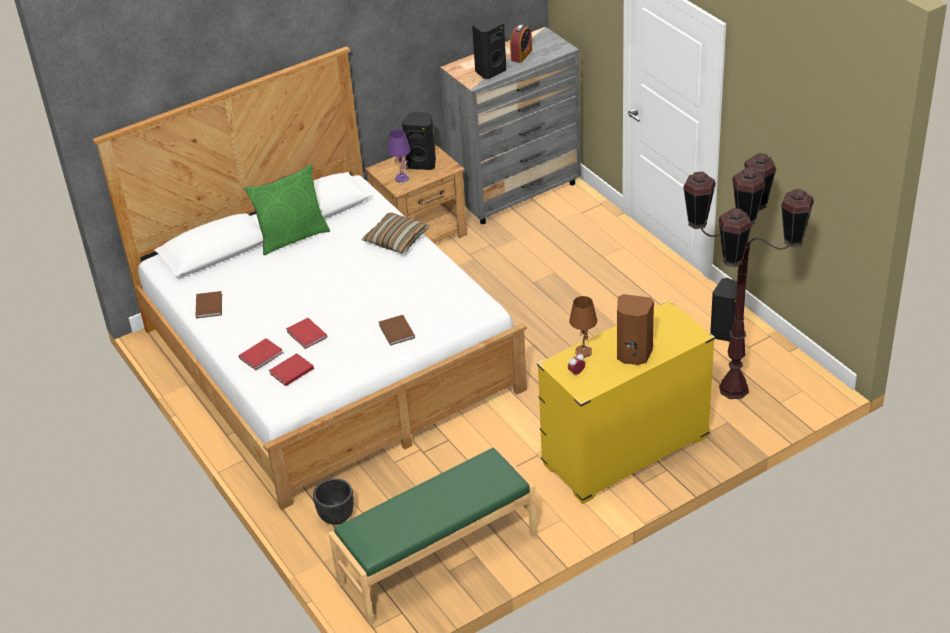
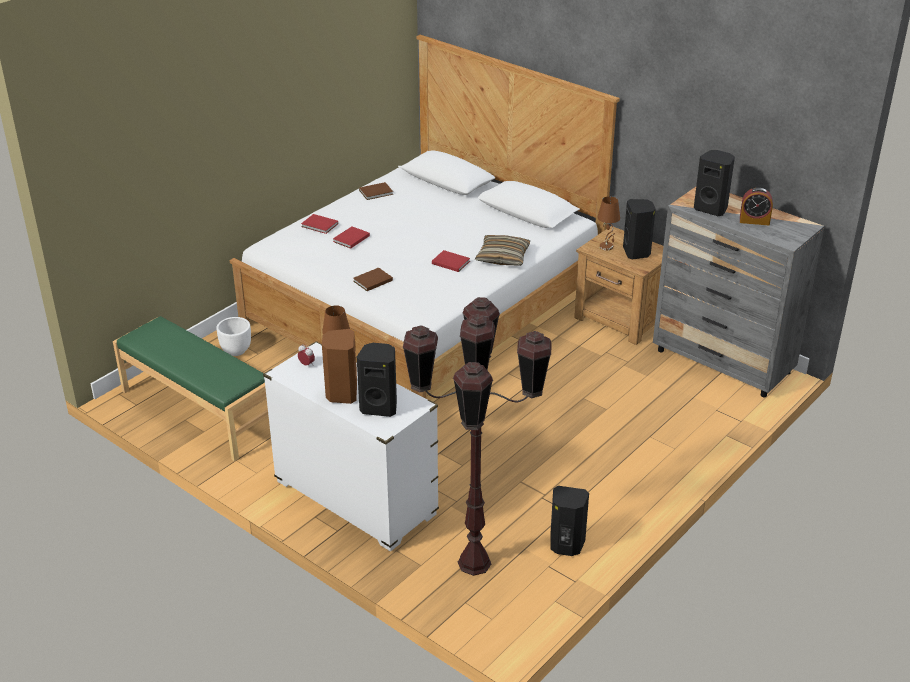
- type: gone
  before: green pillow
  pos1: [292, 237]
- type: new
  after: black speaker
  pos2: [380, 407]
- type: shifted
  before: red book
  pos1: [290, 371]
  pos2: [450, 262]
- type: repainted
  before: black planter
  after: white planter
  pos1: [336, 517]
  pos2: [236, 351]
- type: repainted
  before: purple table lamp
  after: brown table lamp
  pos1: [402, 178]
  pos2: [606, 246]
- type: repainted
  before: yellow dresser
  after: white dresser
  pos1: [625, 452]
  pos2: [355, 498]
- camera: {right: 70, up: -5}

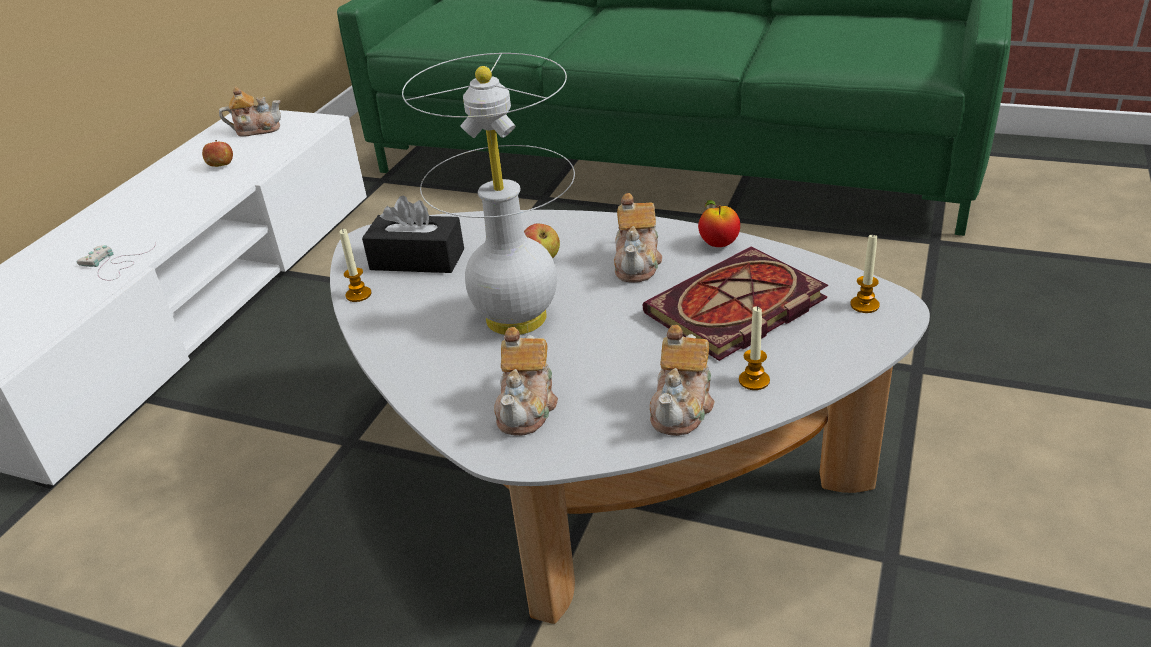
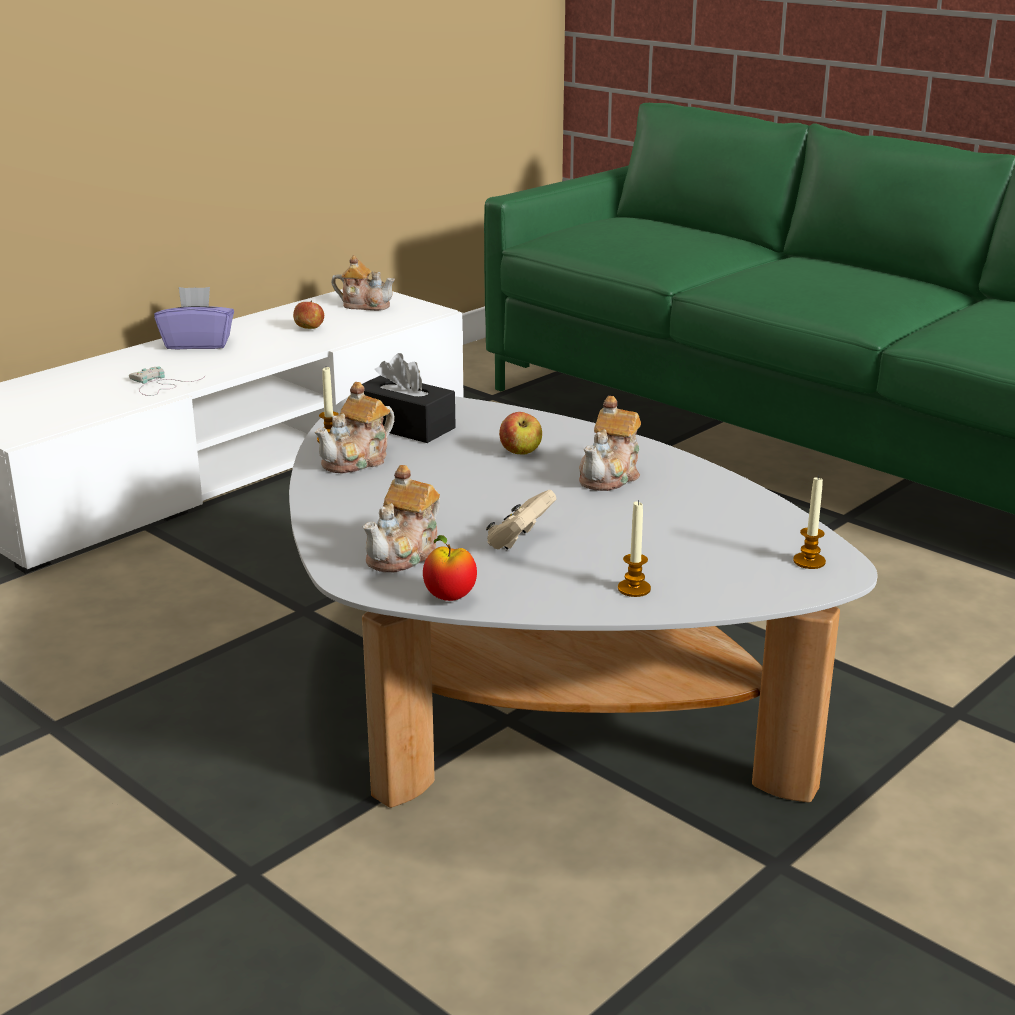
- type: gone
  before: white table lamp
  pos1: [515, 317]
- type: gone
  before: book
  pos1: [735, 310]
- type: new
  after: purple tissue box
  pos2: [198, 343]
- type: new
  after: beige game controller
  pos2: [519, 541]
- type: shifted
  before: teapot
  pos1: [682, 407]
  pos2: [358, 460]
- type: shifted
  before: apple
  pos1: [719, 244]
  pos2: [450, 597]
- camera: {right: 20, up: -10}

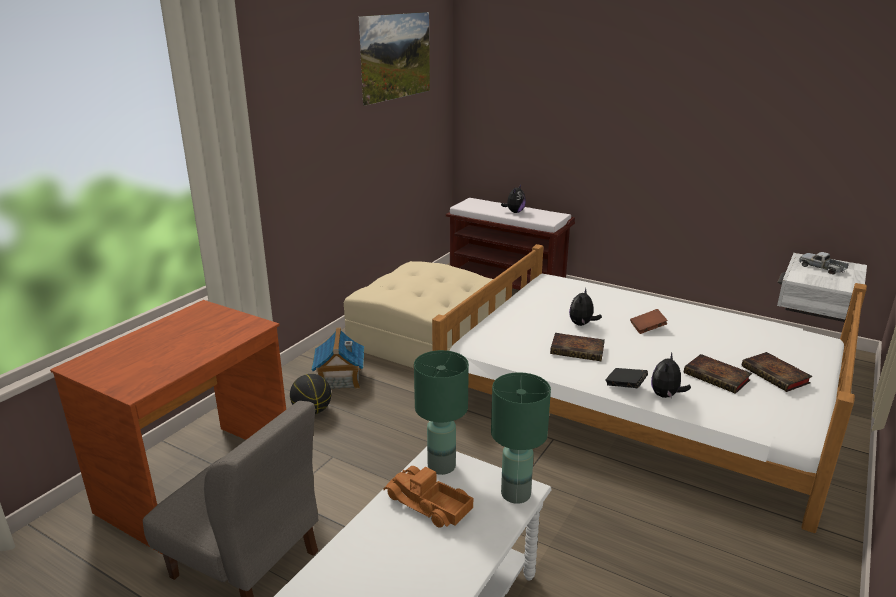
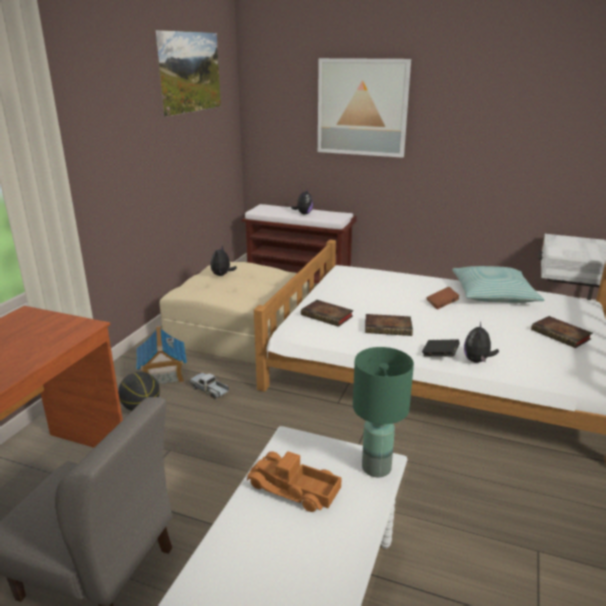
- type: gone
  before: green table lamp
  pos1: [440, 466]
- type: new
  after: picture
  pos2: [362, 107]
- type: new
  after: pillow
  pos2: [493, 294]
- type: shifted
  before: plush toy
  pos1: [582, 324]
  pos2: [222, 275]
- type: shifted
  before: book
  pos1: [718, 377]
  pos2: [328, 316]
- type: shifted
  before: toy truck
  pos1: [822, 268]
  pos2: [210, 390]
- camera: {right: -10, up: 0}

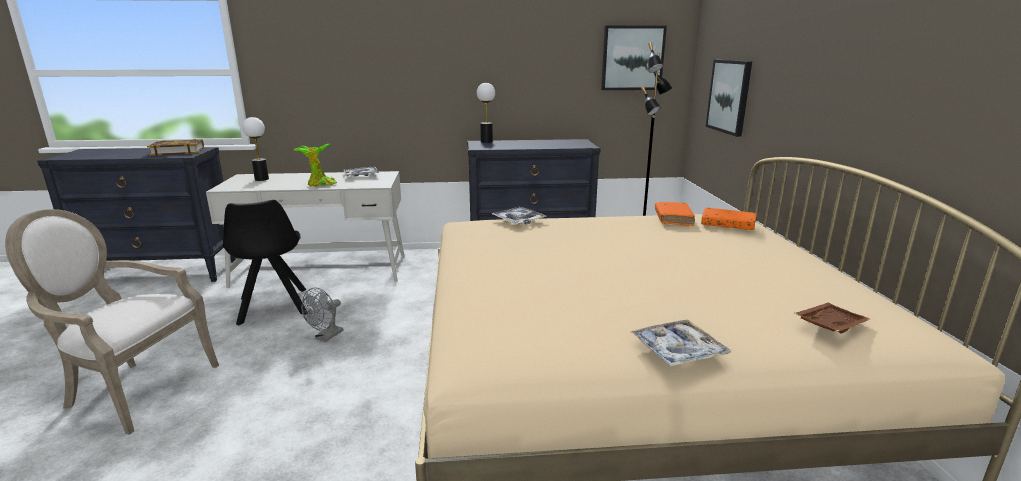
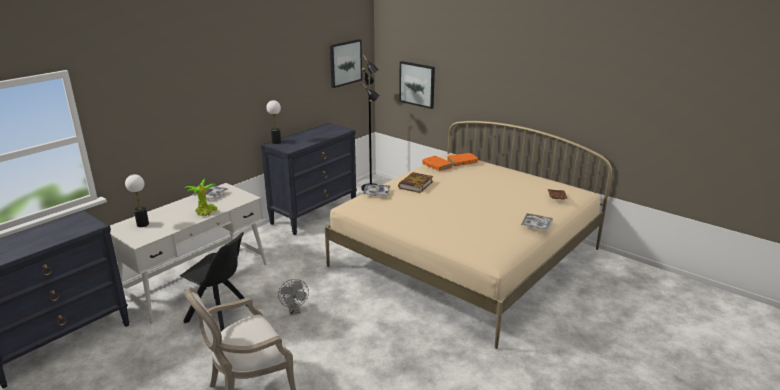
- type: shifted
  before: book
  pos1: [178, 151]
  pos2: [415, 185]
- camera: {right: -45, up: 5}

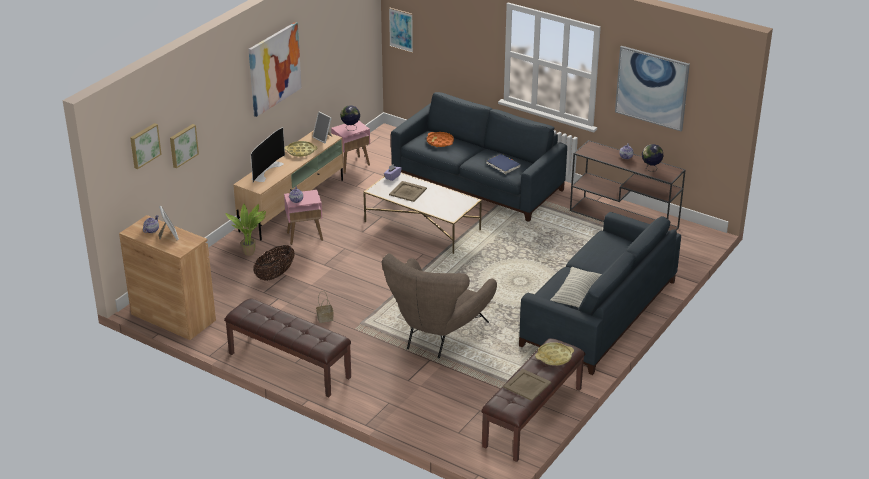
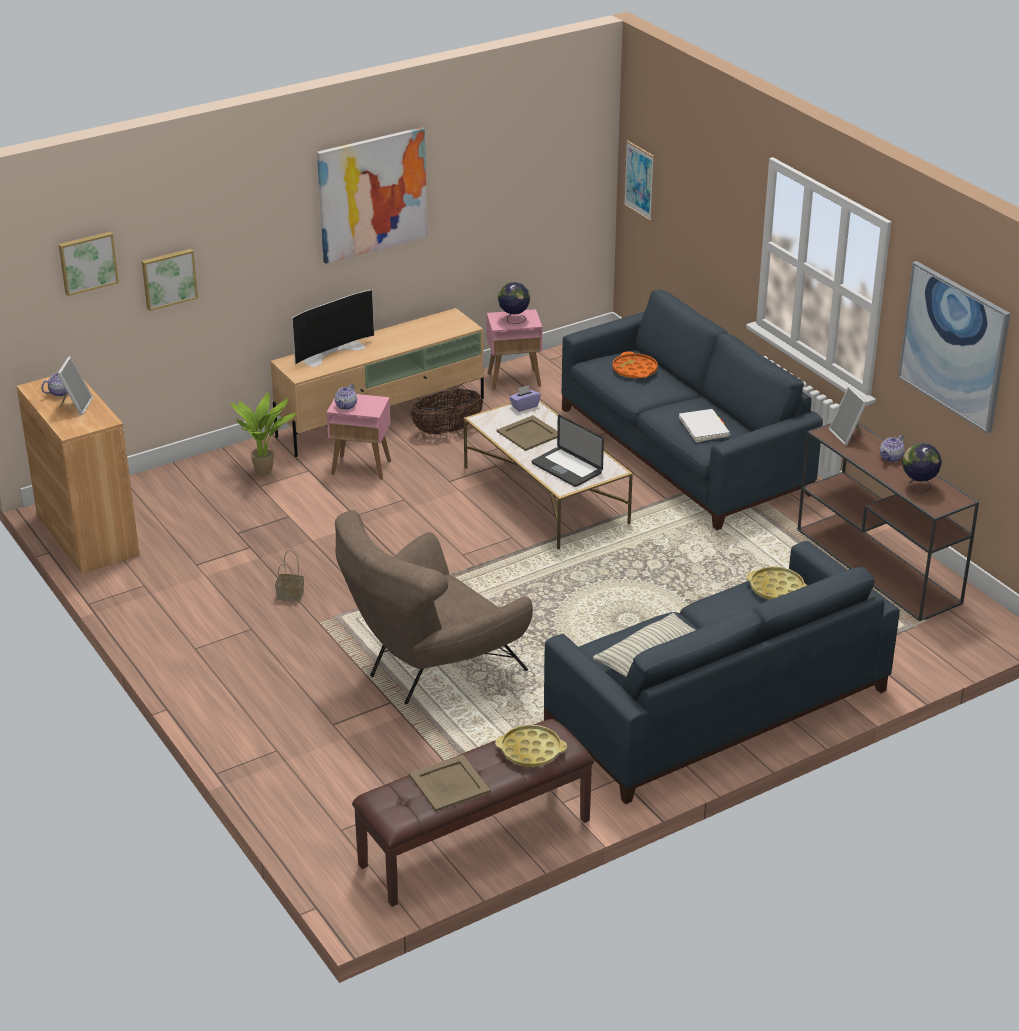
- type: gone
  before: brown bench
  pos1: [288, 365]
- type: new
  after: laptop
  pos2: [566, 468]
- type: shifted
  before: basket
  pos1: [275, 275]
  pos2: [447, 430]
- type: shifted
  before: yellow tray
  pos1: [301, 151]
  pos2: [776, 588]
- type: shifted
  before: picture frame
  pos1: [323, 138]
  pos2: [847, 435]
- type: repainted
  before: blue book
  after: white book
  pos1: [503, 165]
  pos2: [704, 428]
- camera: {right: 25, up: 0}

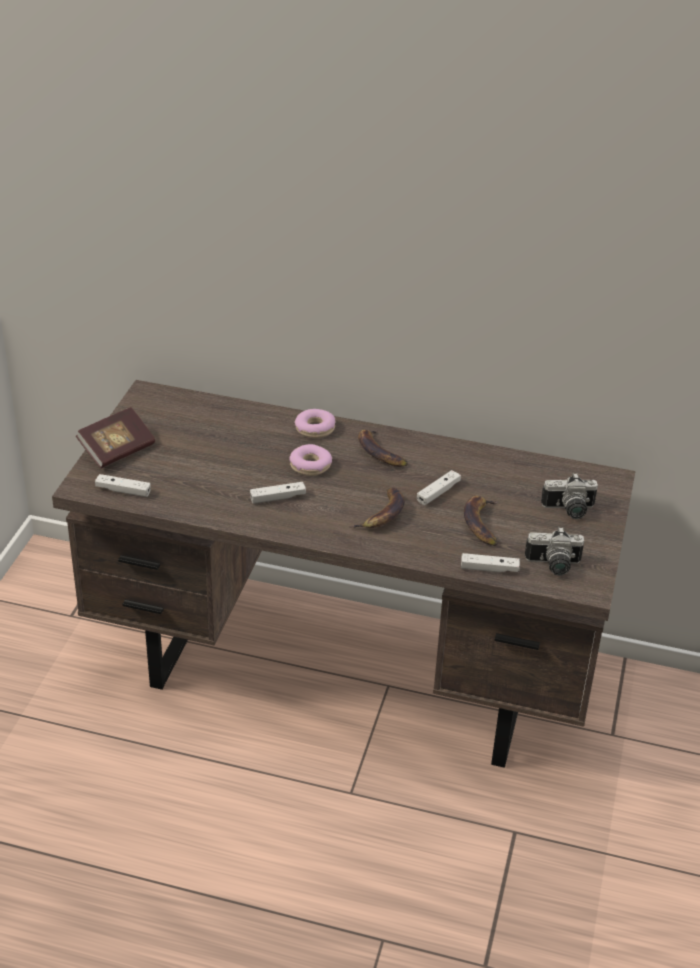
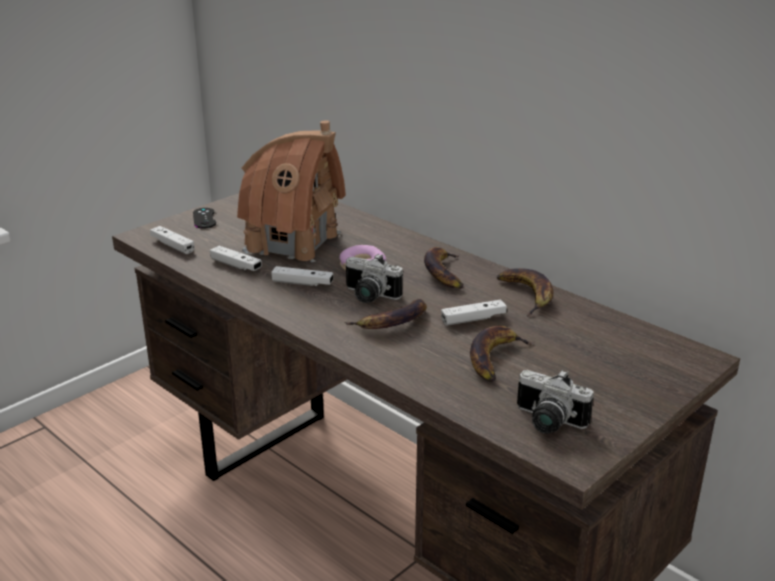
- type: gone
  before: donut
  pos1: [315, 429]
- type: new
  after: toy house
  pos2: [293, 242]
- type: new
  after: banana
  pos2: [527, 295]
- type: shifted
  before: white game controller
  pos1: [489, 569]
  pos2: [236, 265]
- type: shifted
  before: photo camera
  pos1: [569, 511]
  pos2: [368, 297]
- type: swapped
  before: book
  after: black game controller
  pos1: [117, 450]
  pos2: [204, 218]
- camera: {right: 30, up: -10}

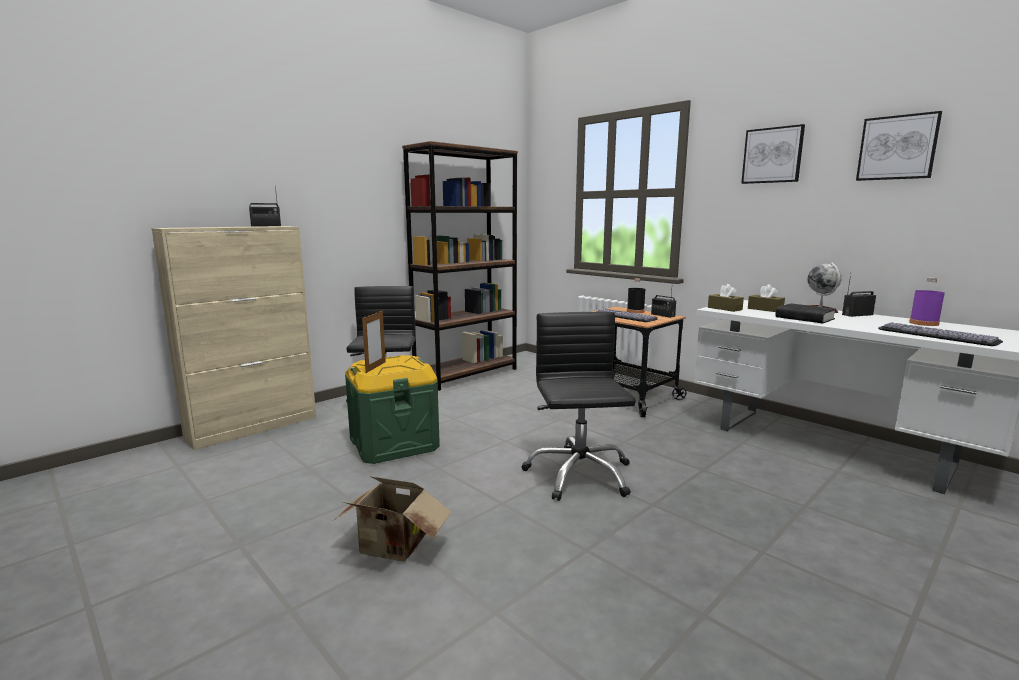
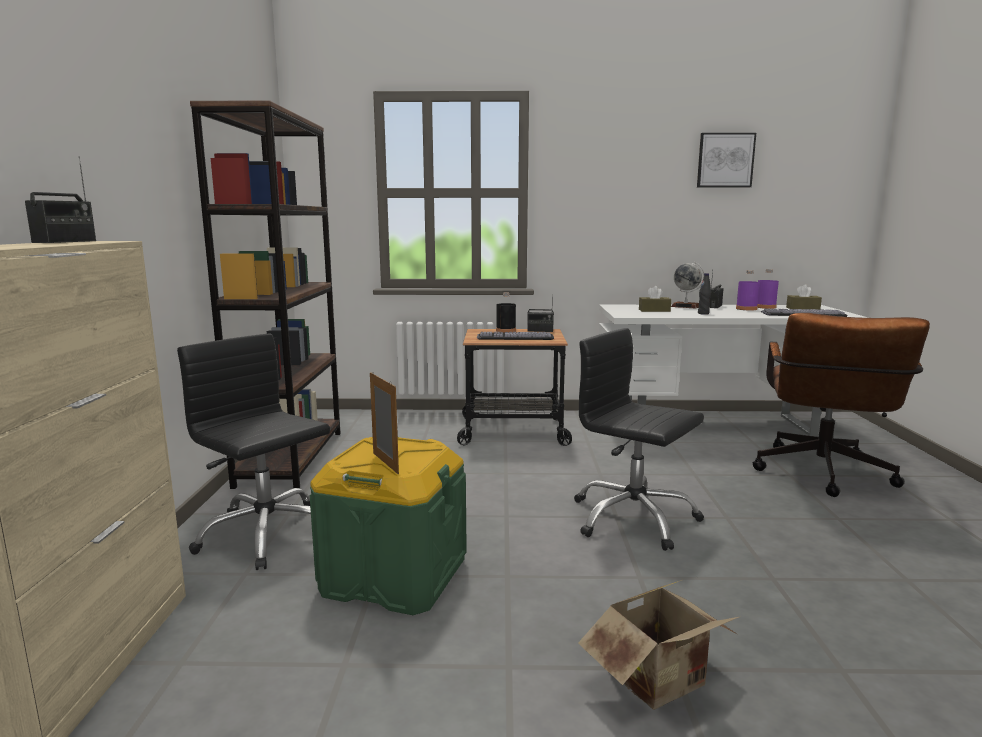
- type: gone
  before: picture
  pos1: [772, 155]
- type: new
  after: purple bottle
  pos2: [746, 309]
- type: new
  after: brown office chair
  pos2: [822, 476]
- type: shifted
  before: brown tissue box
  pos1: [724, 308]
  pos2: [803, 308]
- type: swapped
  before: black book
  after: black bottle
  pos1: [804, 318]
  pos2: [703, 313]
- camera: {right: -45, up: 0}

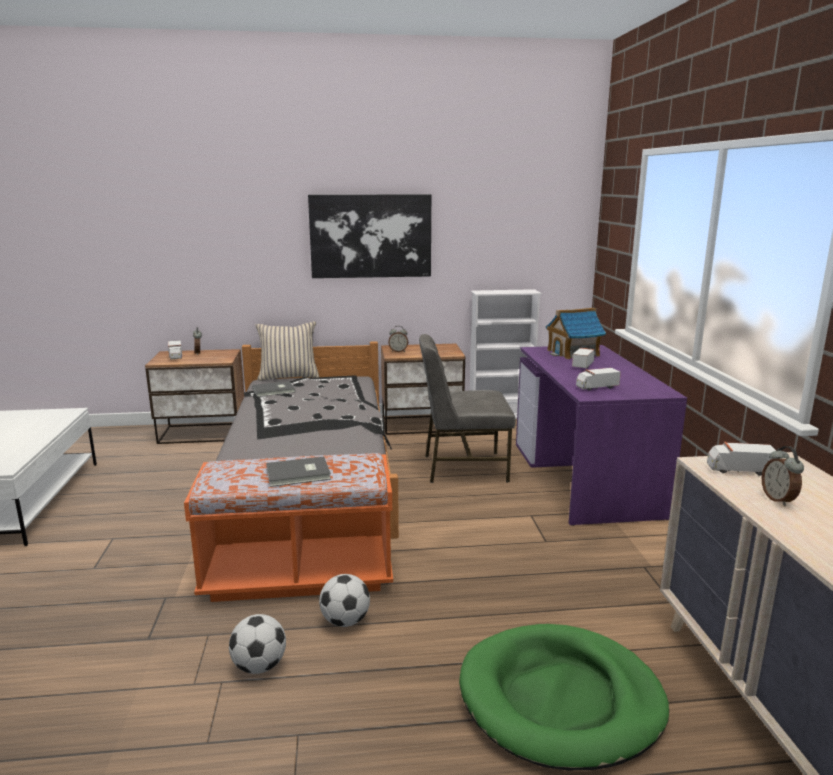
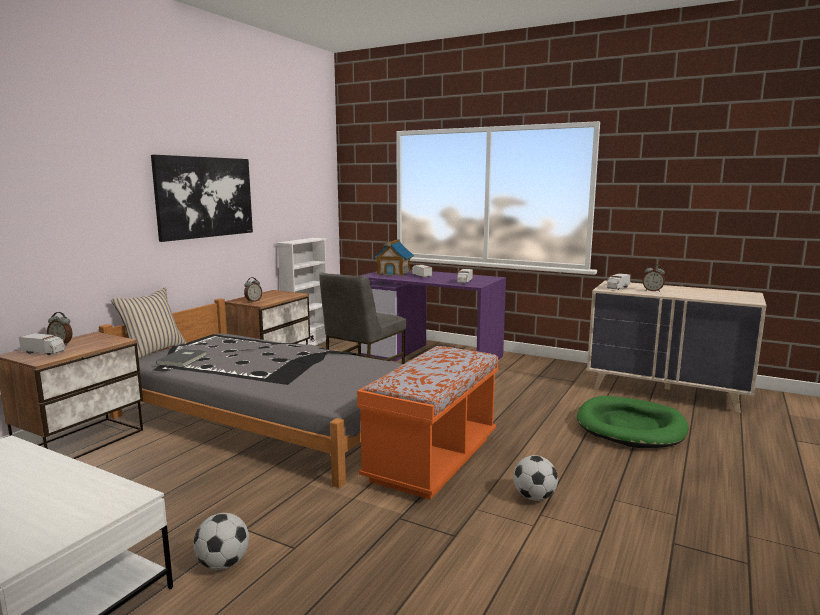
- type: gone
  before: grey book
  pos1: [299, 474]
- type: shifted
  before: football
  pos1: [345, 621]
  pos2: [223, 563]
- camera: {right: -55, up: -5}

